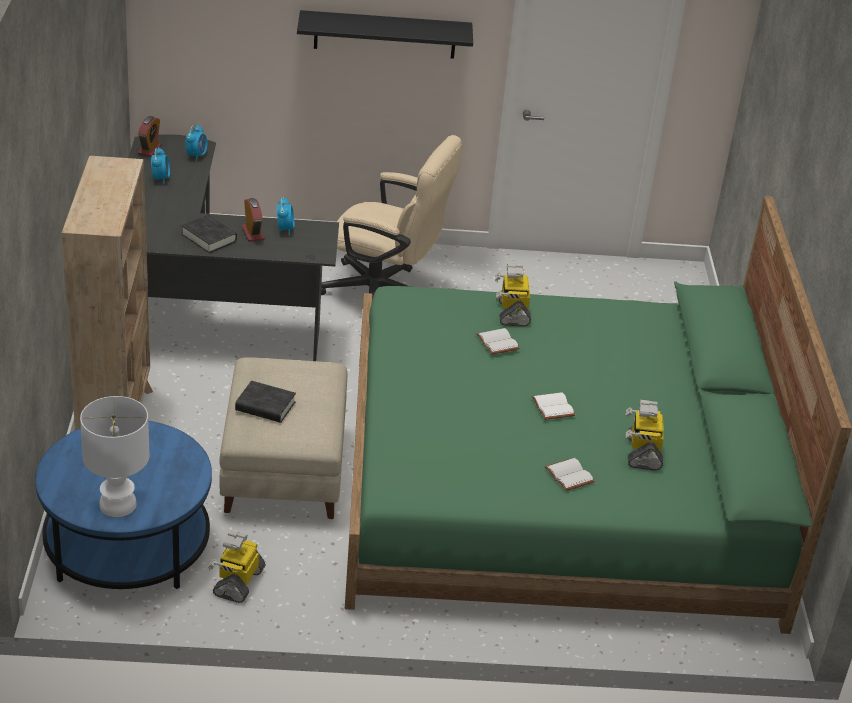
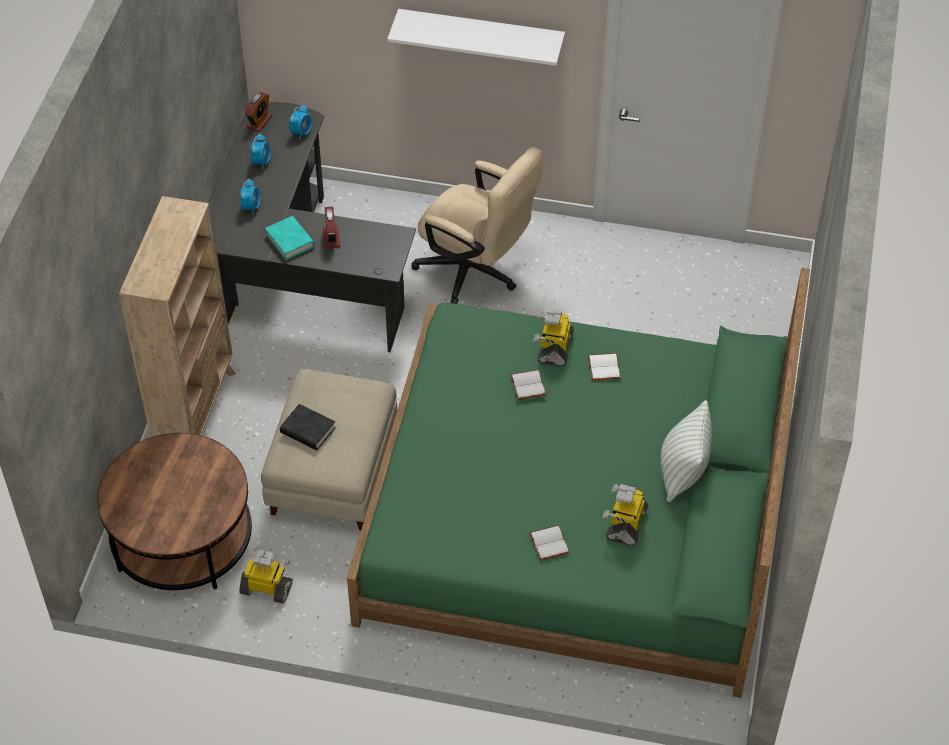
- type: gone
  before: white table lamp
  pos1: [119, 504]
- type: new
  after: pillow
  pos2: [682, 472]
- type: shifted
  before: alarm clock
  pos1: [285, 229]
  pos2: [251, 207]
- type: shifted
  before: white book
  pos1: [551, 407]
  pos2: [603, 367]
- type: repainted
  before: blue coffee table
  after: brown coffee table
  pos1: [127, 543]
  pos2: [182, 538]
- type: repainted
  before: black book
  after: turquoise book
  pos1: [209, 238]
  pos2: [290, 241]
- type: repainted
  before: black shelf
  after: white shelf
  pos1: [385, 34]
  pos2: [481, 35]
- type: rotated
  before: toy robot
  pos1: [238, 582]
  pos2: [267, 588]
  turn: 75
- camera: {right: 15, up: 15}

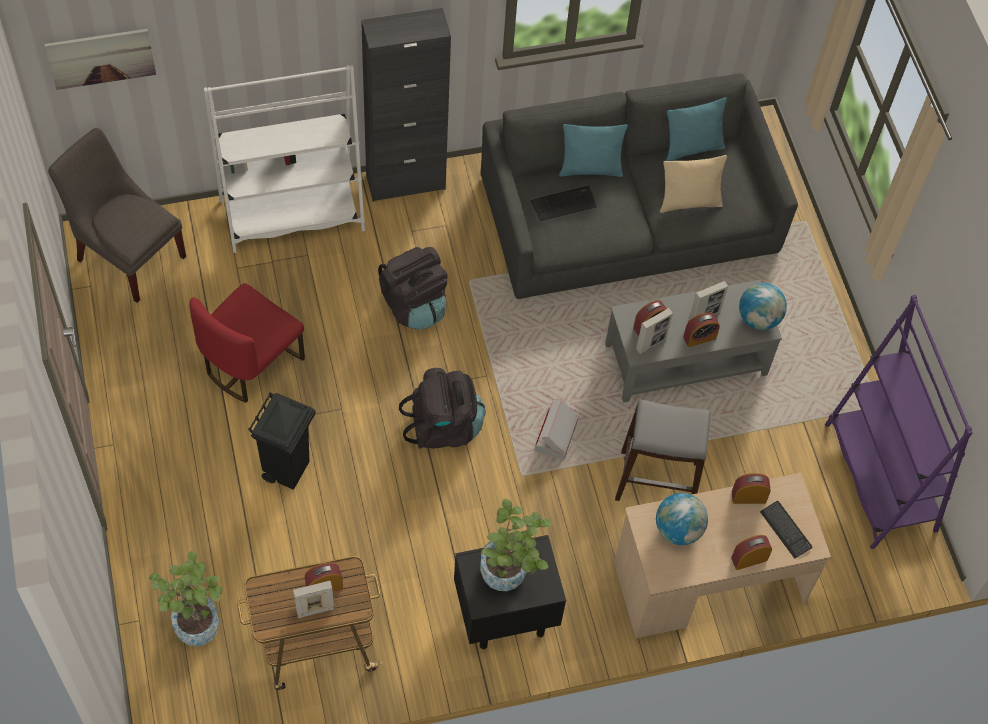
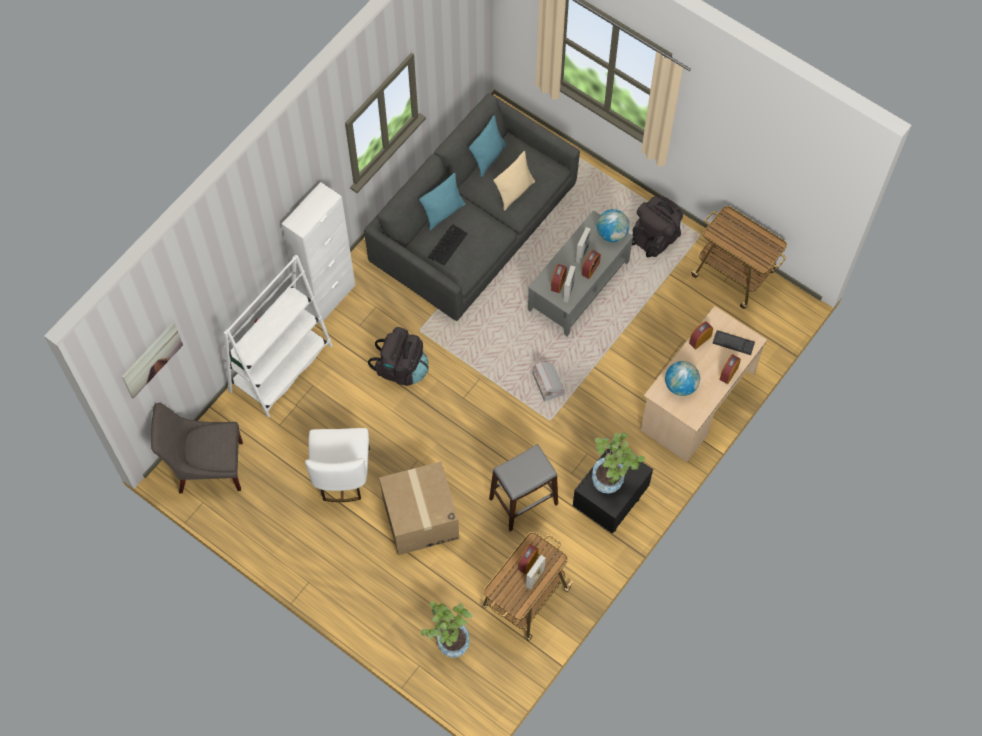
- type: shifted
  before: black backpack
  pos1: [444, 427]
  pos2: [656, 237]
- type: shifted
  before: grey stool
  pos1: [657, 481]
  pos2: [523, 501]
- type: swapped
  before: black trash can
  after: cardboard box
  pos1: [287, 469]
  pos2: [420, 518]
- type: swapped
  before: purple bookcase
  after: cart
  pos1: [880, 477]
  pos2: [734, 275]
- type: repainted
  before: red chair
  after: white chair
  pos1: [251, 363]
  pos2: [341, 474]
- type: repainted
  before: black cabinet
  after: white cabinet
  pos1: [405, 182]
  pos2: [328, 298]
- camera: {right: -35, up: 5}

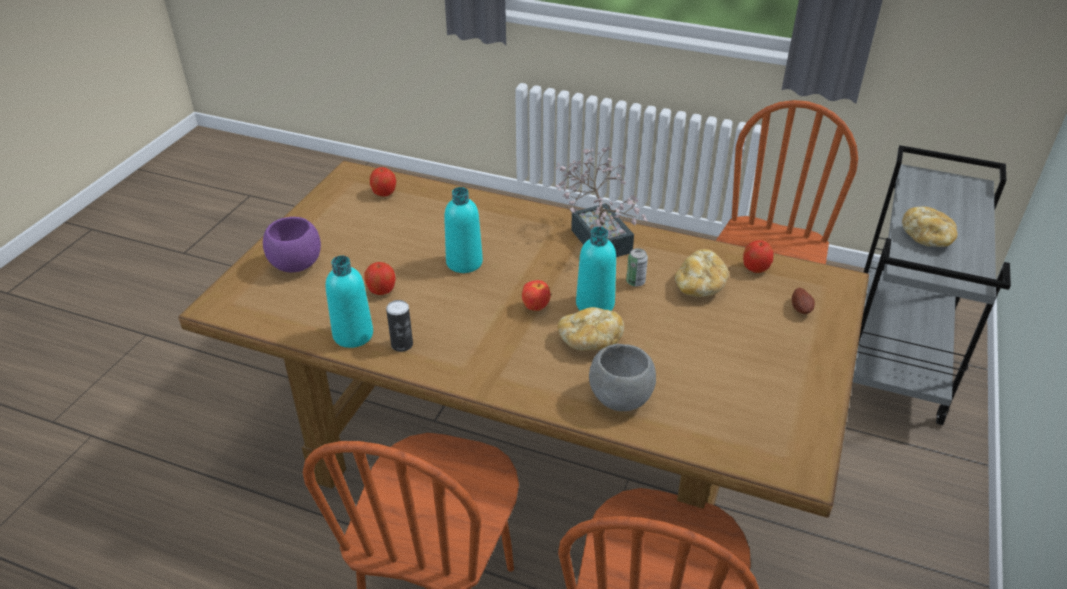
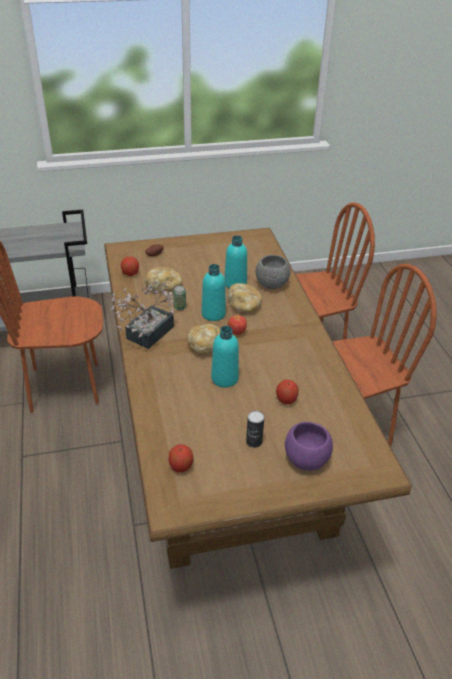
- type: shifted
  before: turquoise bottle
  pos1: [353, 335]
  pos2: [235, 284]
- type: shifted
  before: can
  pos1: [402, 344]
  pos2: [254, 441]
- type: shifted
  before: bread
  pos1: [926, 238]
  pos2: [205, 345]
- camera: {right: -125, up: 0}

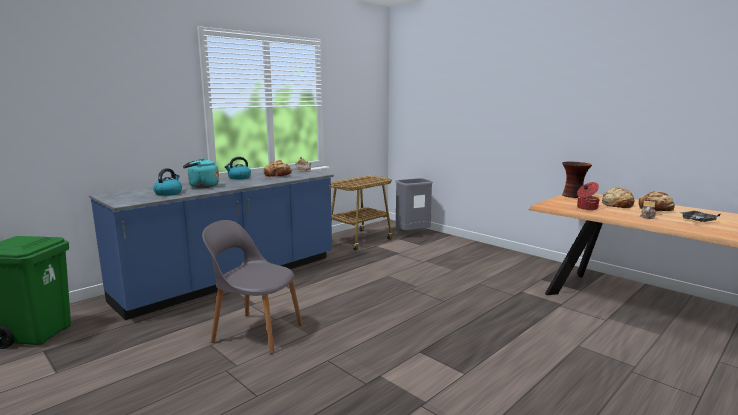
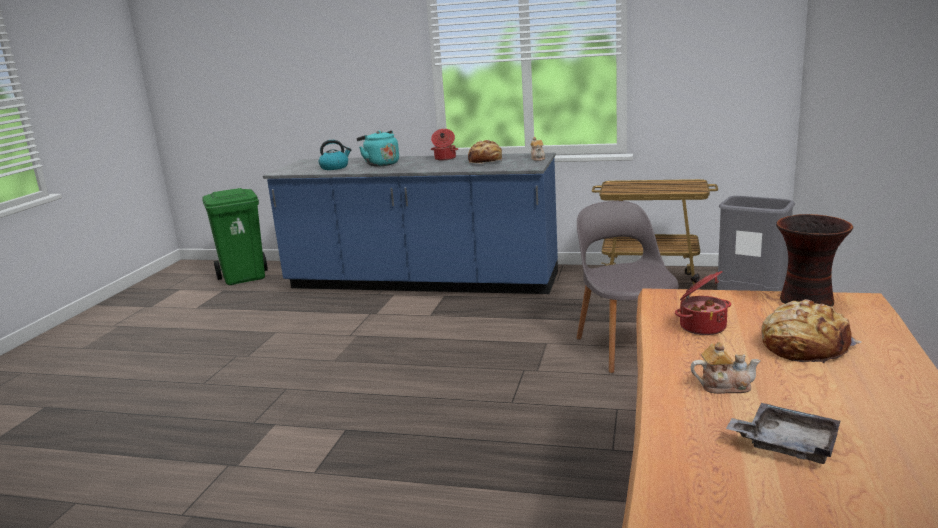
- type: gone
  before: bread
  pos1: [656, 210]
- type: shifted
  before: grey chair
  pos1: [255, 332]
  pos2: [627, 347]
- type: swapped
  before: kettle
  after: cooking pot
  pos1: [239, 178]
  pos2: [444, 158]
- camera: {right: 60, up: 5}

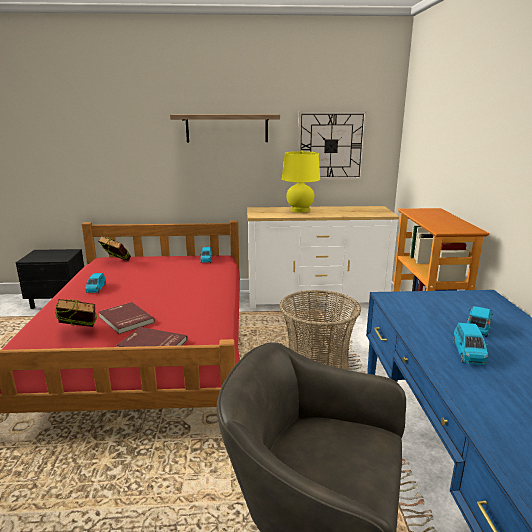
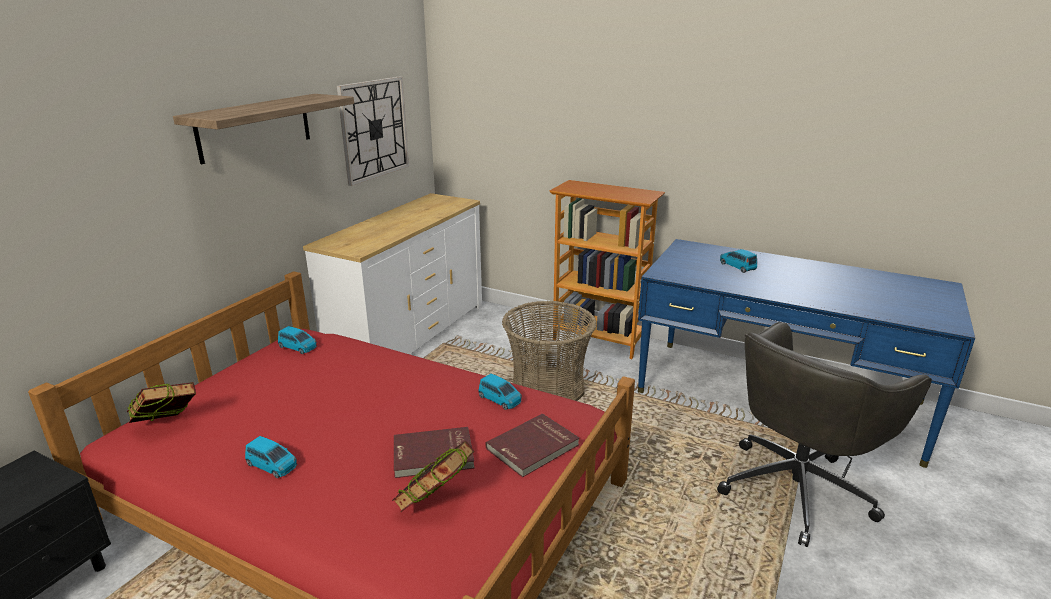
- type: gone
  before: yellow table lamp
  pos1: [300, 210]
- type: shifted
  before: blue toy car
  pos1: [468, 353]
  pos2: [500, 399]
- camera: {right: -60, up: 5}

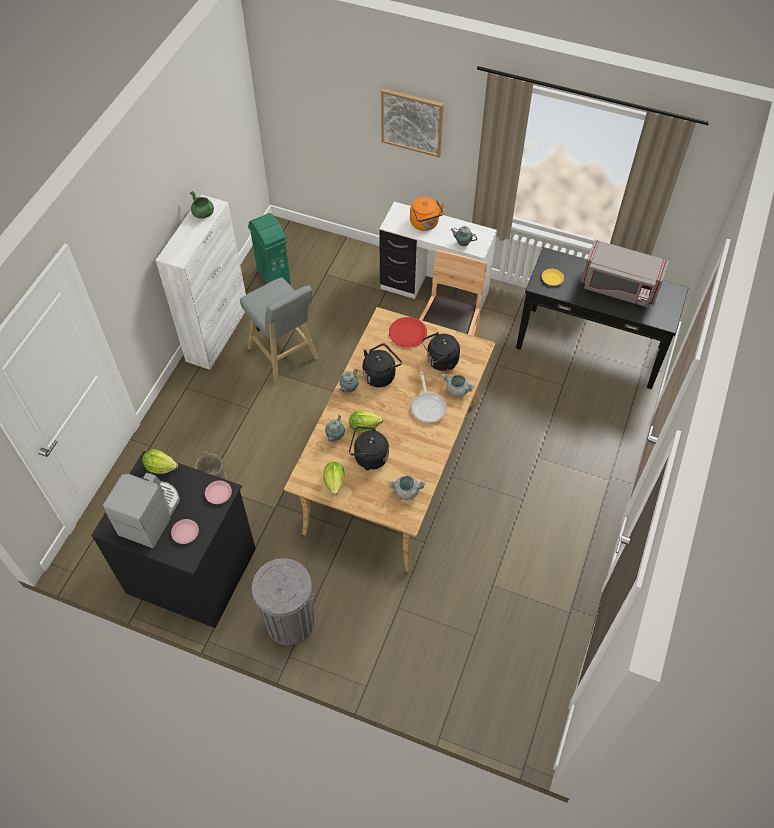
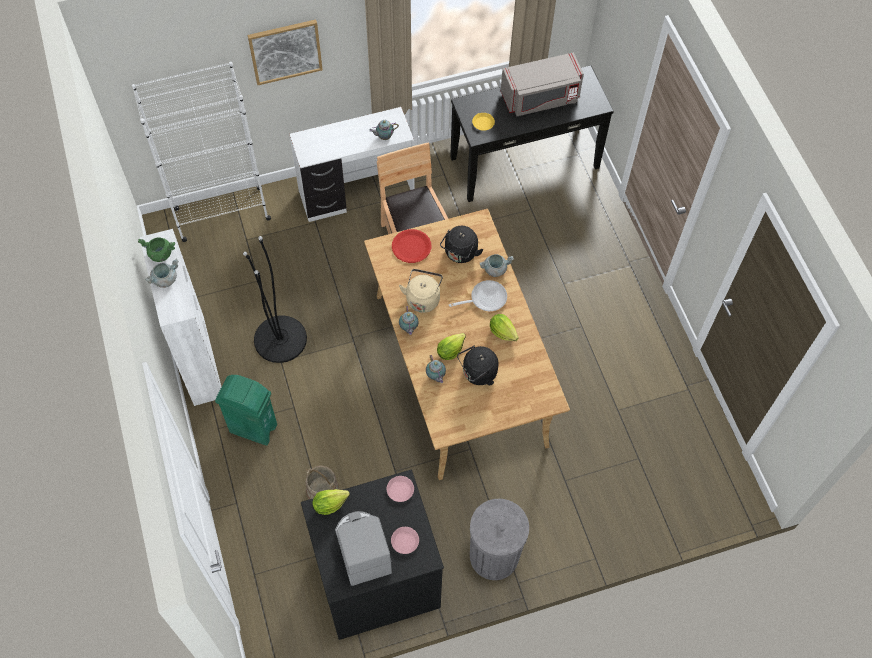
- type: gone
  before: orange kettle
  pos1: [425, 224]
- type: new
  after: white bookcase
  pos2: [221, 214]
- type: shifted
  before: green trash can
  pos1: [273, 277]
  pos2: [253, 428]
- type: shifted
  before: lettuce
  pos1: [334, 482]
  pos2: [502, 332]
- type: shifted
  before: grey cooking pot
  pos1: [406, 491]
  pos2: [165, 279]
- type: swapped
  before: grey stool
  after: black floor lamp
  pos1: [284, 356]
  pos2: [280, 339]
- type: repainted
  before: black kettle
  after: beige kettle
  pos1: [380, 375]
  pos2: [423, 298]
- type: rotated
  before: frying pan
  pos1: [428, 406]
  pos2: [485, 298]
  turn: -60
- camera: {right: -40, up: 5}

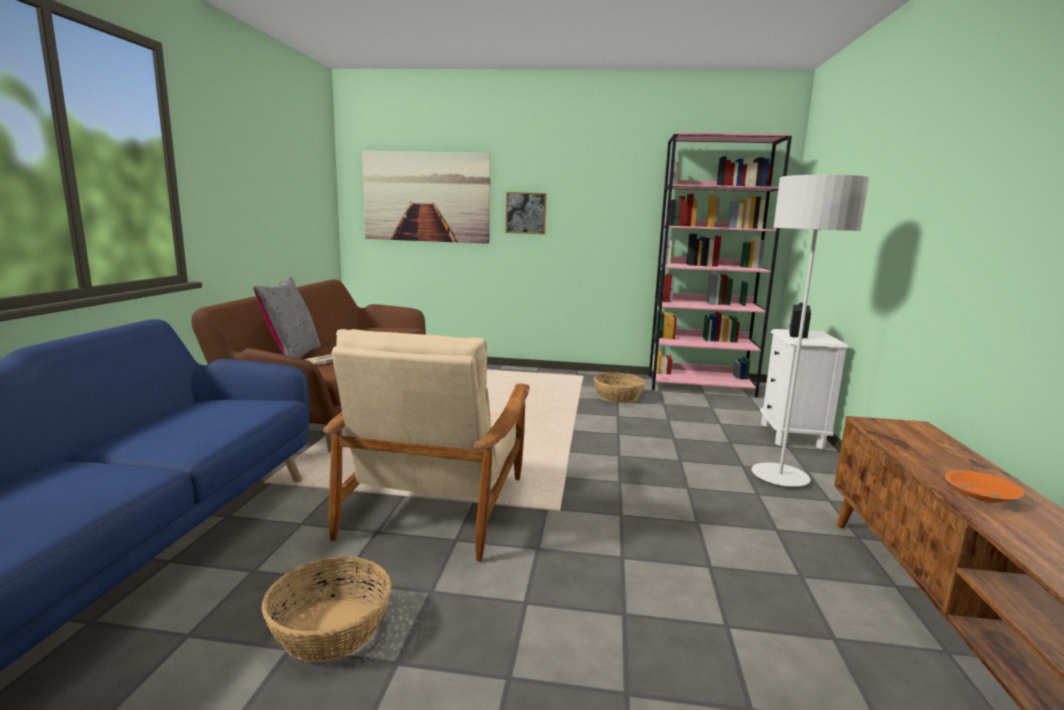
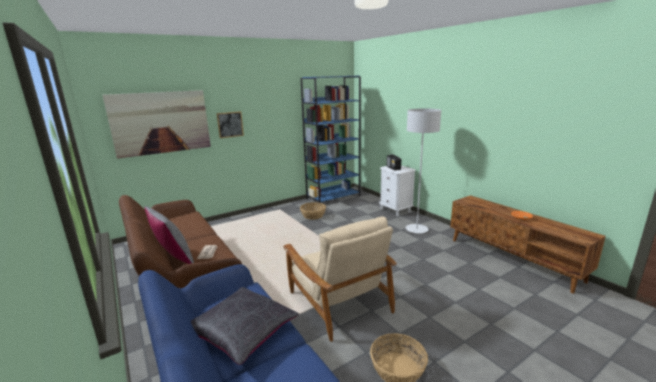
- type: new
  after: black pillow
  pos2: [242, 332]
- type: repainted
  before: pink bookcase
  after: blue bookcase
  pos1: [701, 385]
  pos2: [333, 197]
- camera: {right: -40, up: 5}

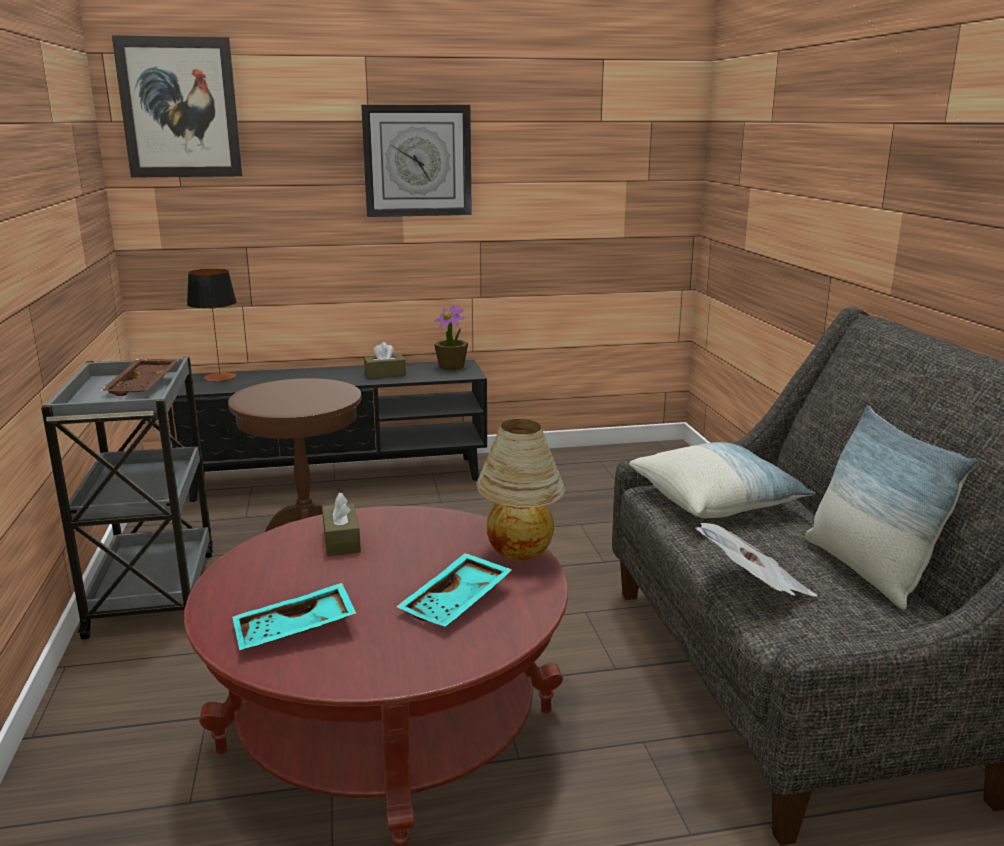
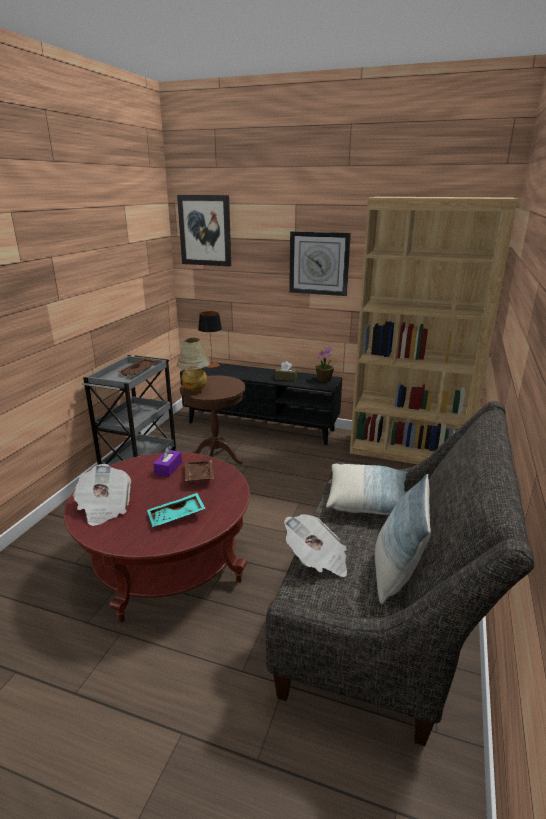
- type: new
  after: brown tray
  pos2: [198, 476]
- type: new
  after: brown bookcase
  pos2: [408, 452]
- type: shifted
  before: table lamp
  pos1: [519, 555]
  pos2: [195, 390]
- type: swapped
  before: turquoise tray
  after: newspaper
  pos1: [295, 631]
  pos2: [104, 507]
- type: repainted
  before: brown tissue box
  after: purple tissue box
  pos1: [341, 540]
  pos2: [168, 468]
- camera: {right: 30, up: 5}

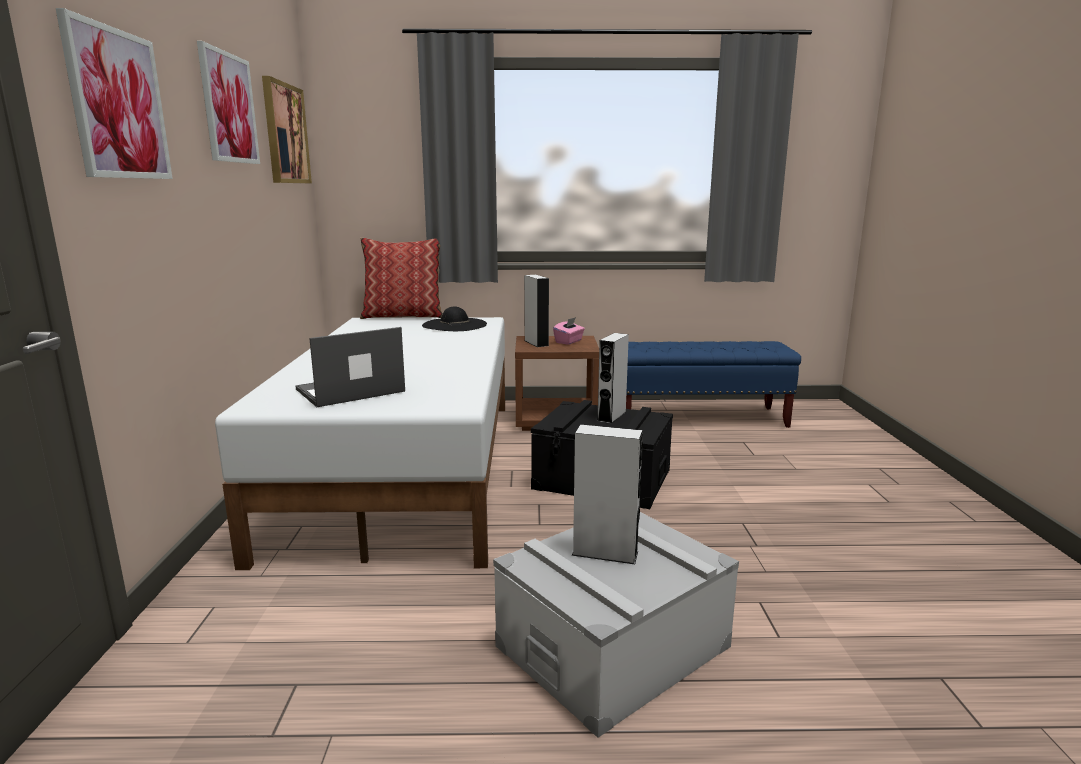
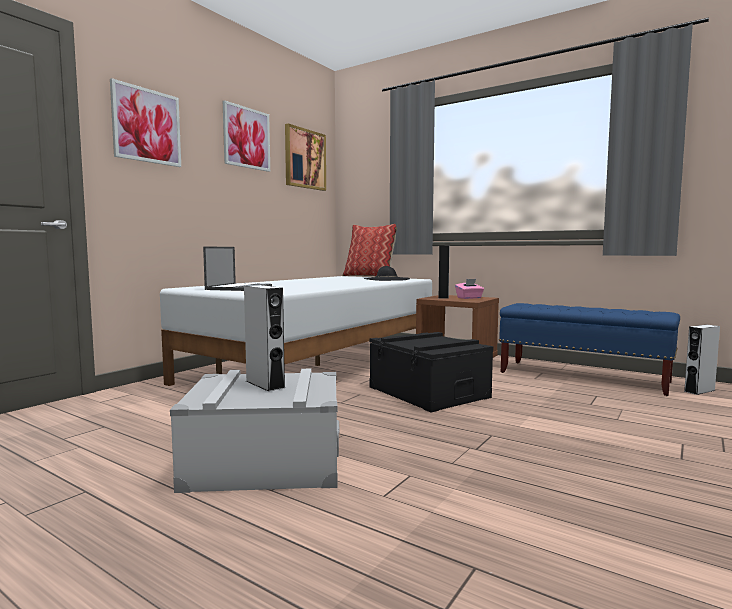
- type: shifted
  before: grey speaker
  pos1: [611, 416]
  pos2: [699, 391]
- type: rotated
  before: laptop
  pos1: [349, 391]
  pos2: [239, 288]
  turn: 105
- camera: {right: 35, up: -10}

